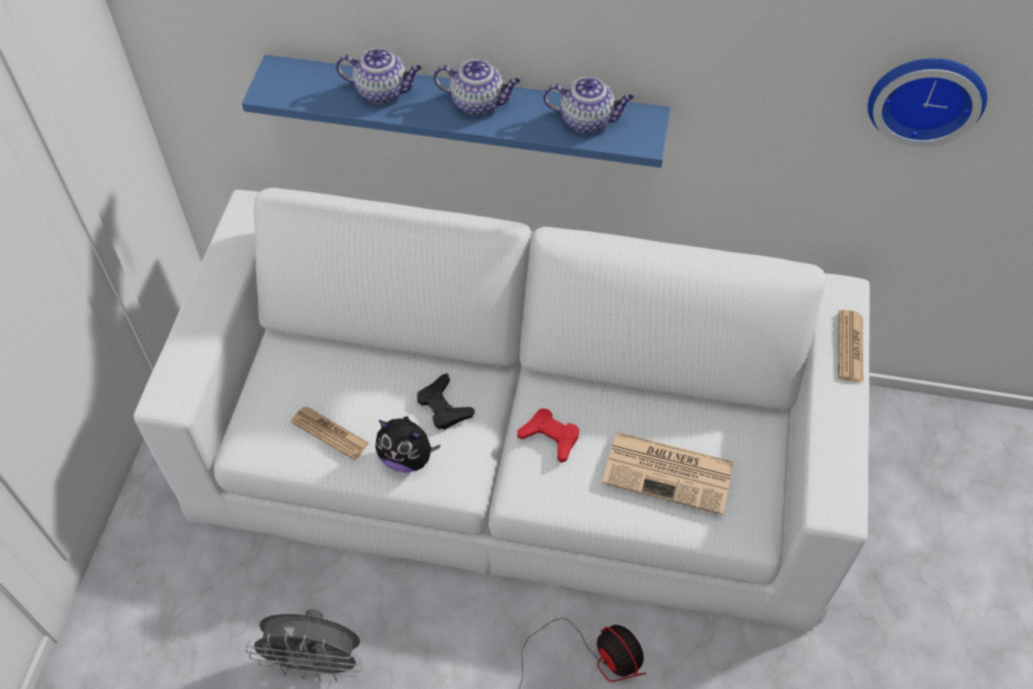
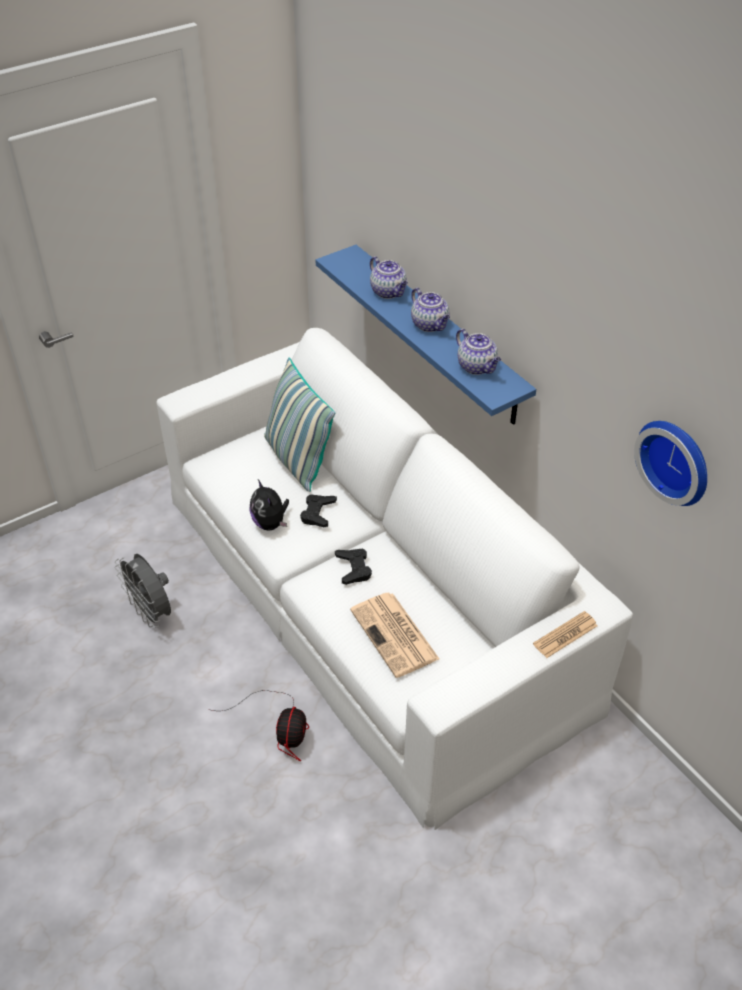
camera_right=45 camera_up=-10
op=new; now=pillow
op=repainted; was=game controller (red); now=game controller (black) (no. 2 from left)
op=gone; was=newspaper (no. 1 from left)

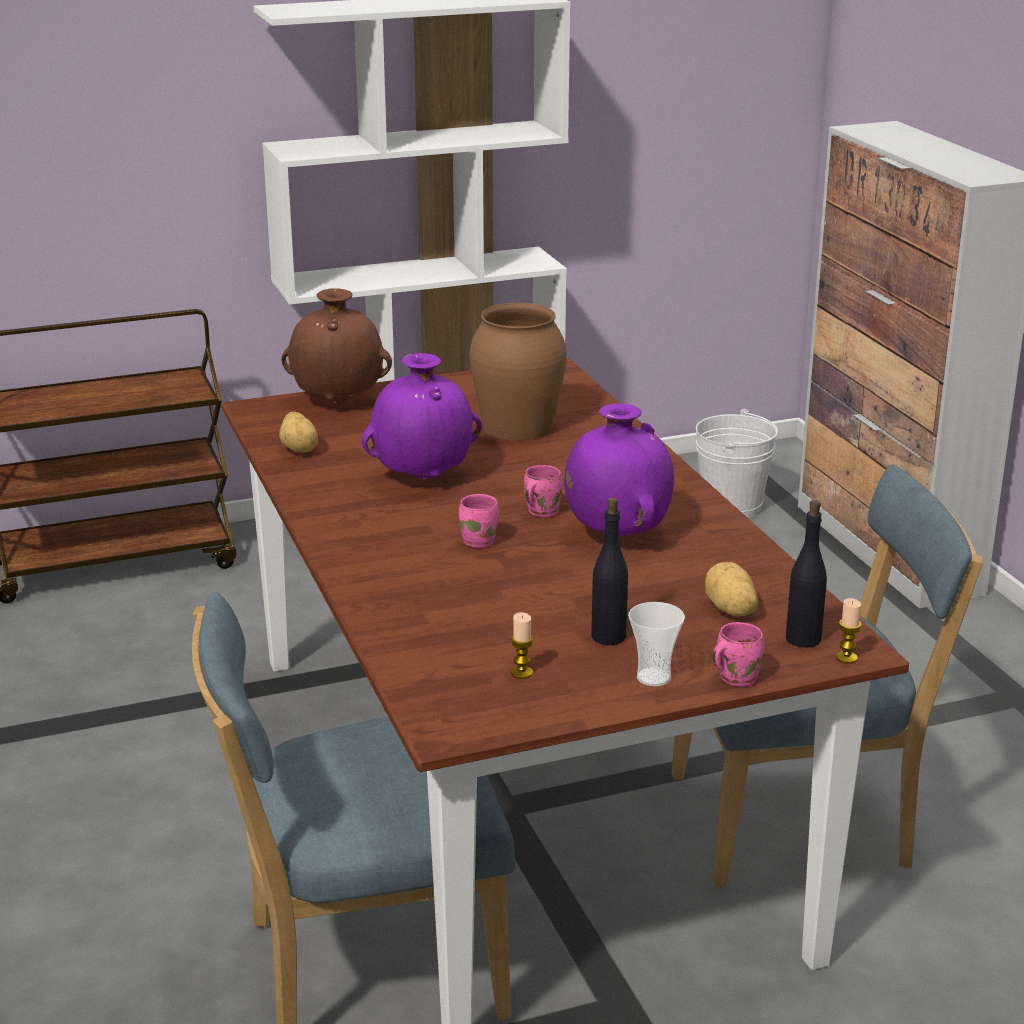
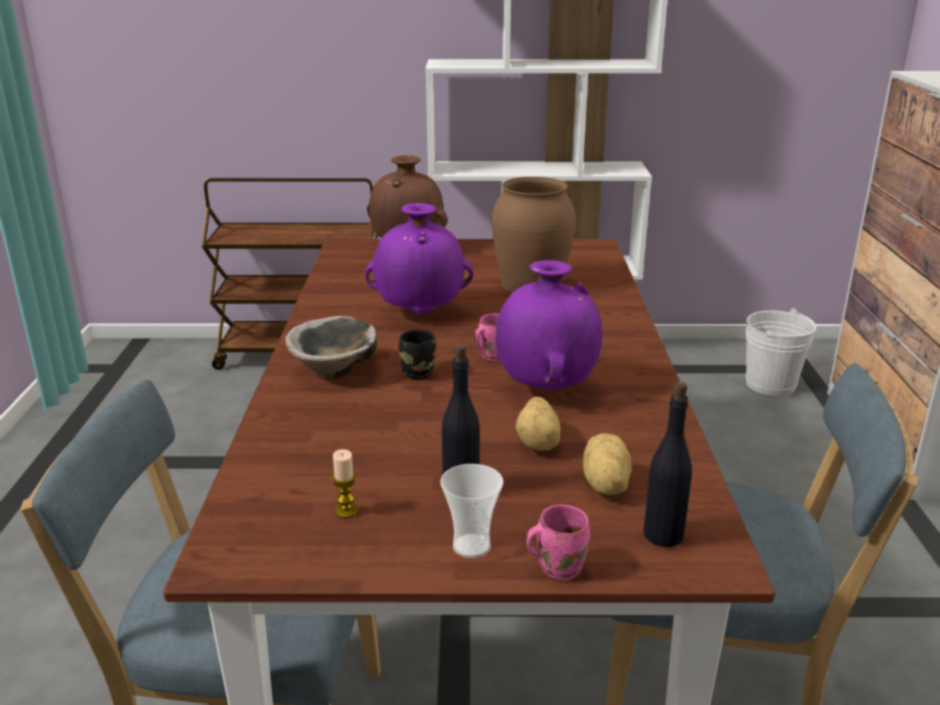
camera_right=20 camera_up=0
op=new; now=bowl
op=repainted; was=mug (pink) (no. 1 from left); now=mug (black)
op=shifted; was=potato (no. 1 from left)
op=gone; was=candle (no. 2 from left)

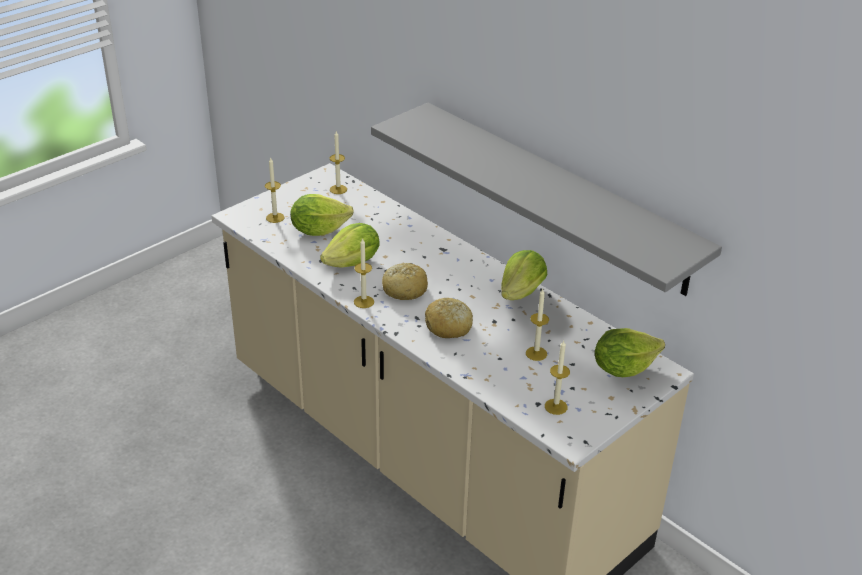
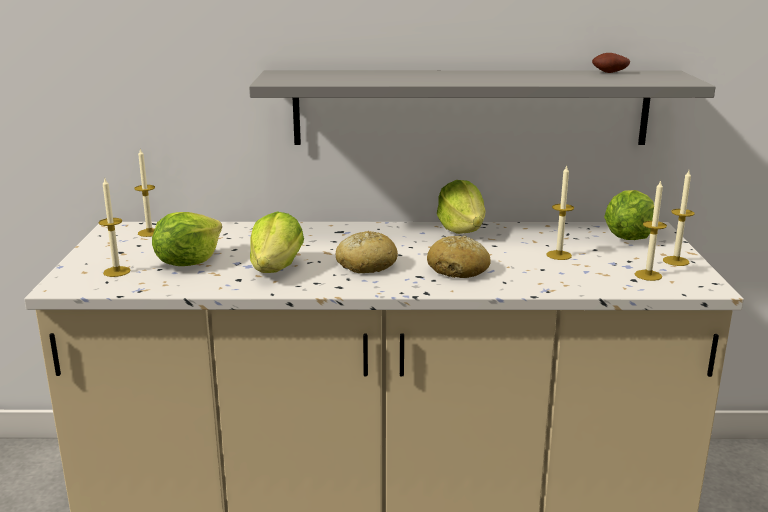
camera_right=-45 camera_up=-15
op=new; now=potato
op=shifted; was=candle (no. 3 from left in the first image); now=candle (no. 5 from left)

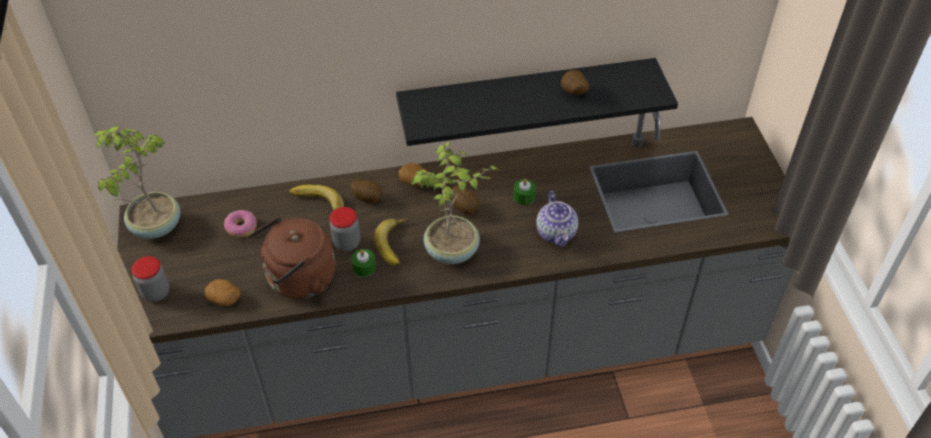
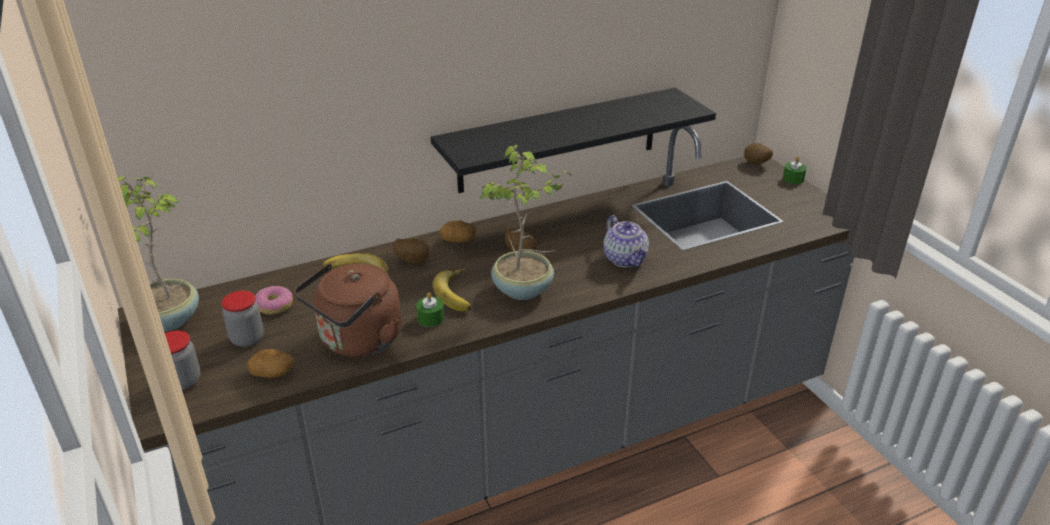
camera_right=-15 camera_up=-15
op=shifted; was=jar (no. 2 from left)
op=shifted; was=potato (no. 5 from left)
op=shifted; was=candle (green) (no. 2 from left)

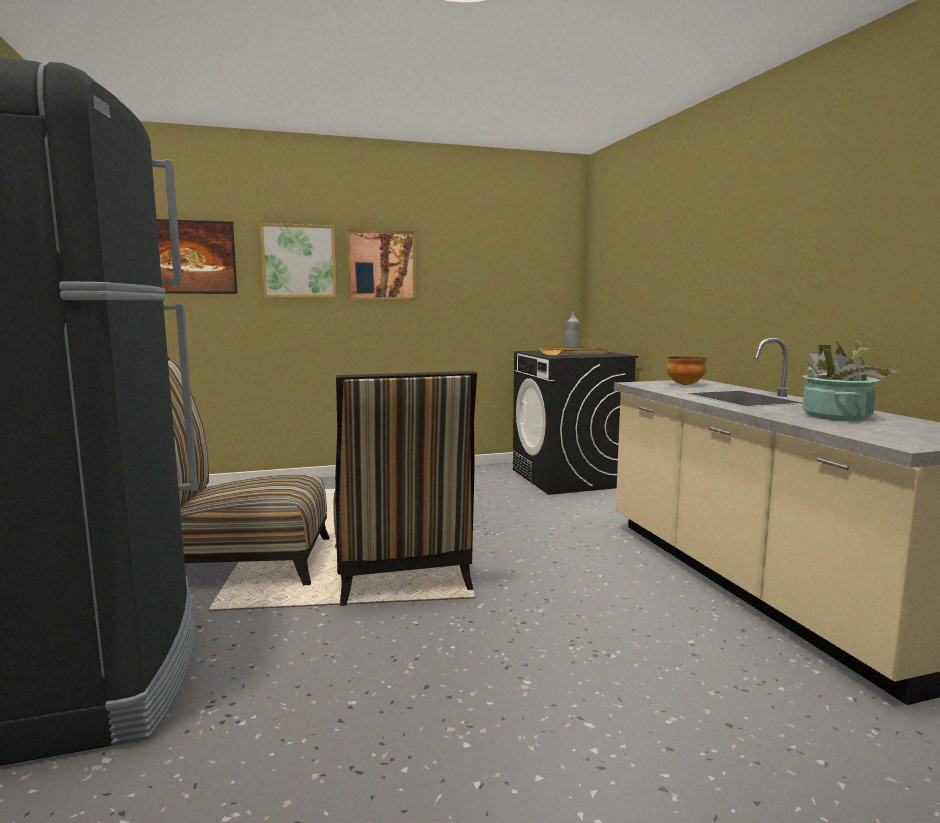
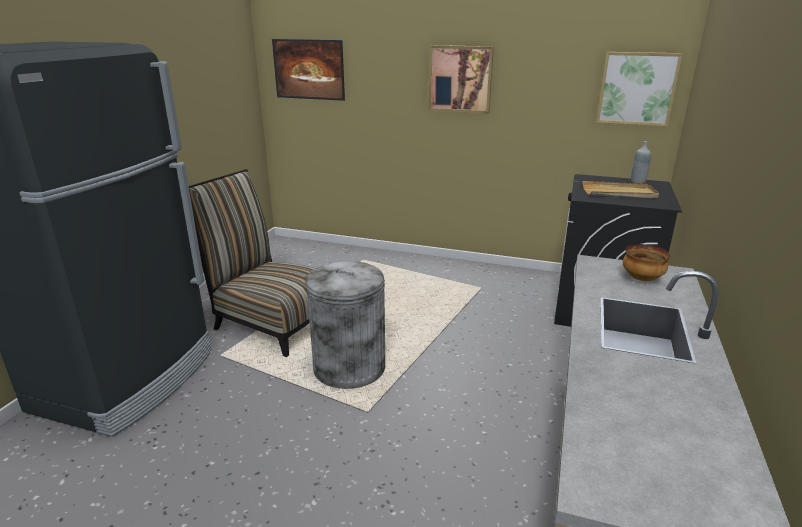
camera_right=35 camera_up=15
op=swapped; was=chair (no. 2 from left); now=trash can (grey)
op=shifted; was=picture (no. 2 from left in the first image); now=picture (no. 3 from left)
op=gone; was=potted plant

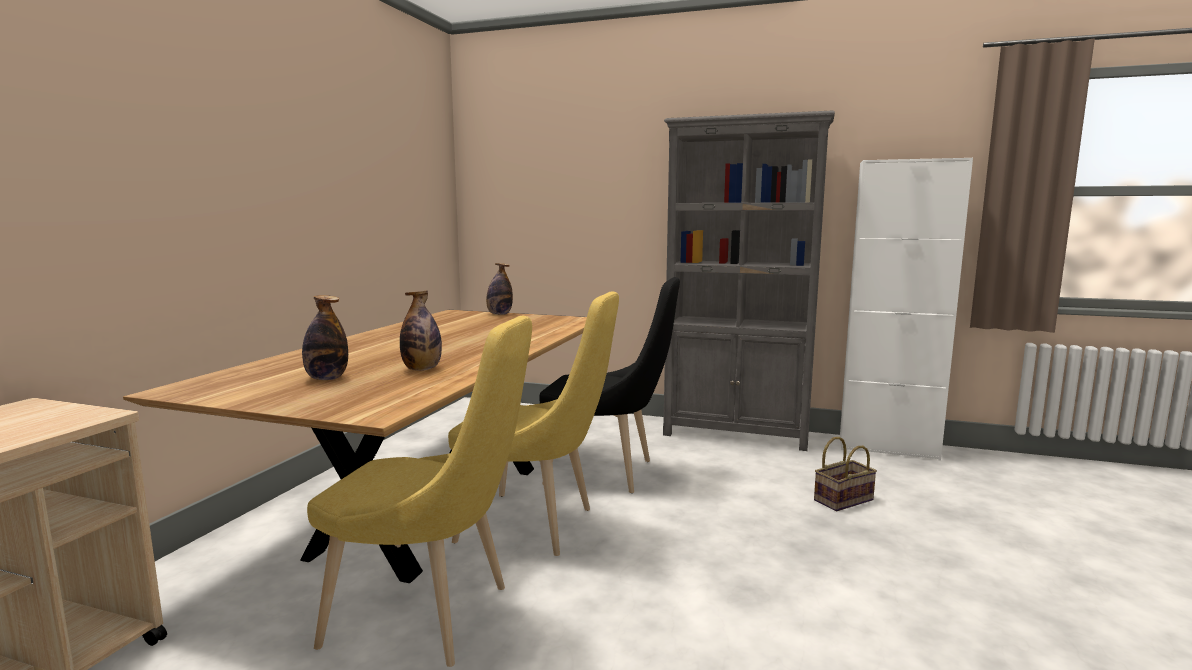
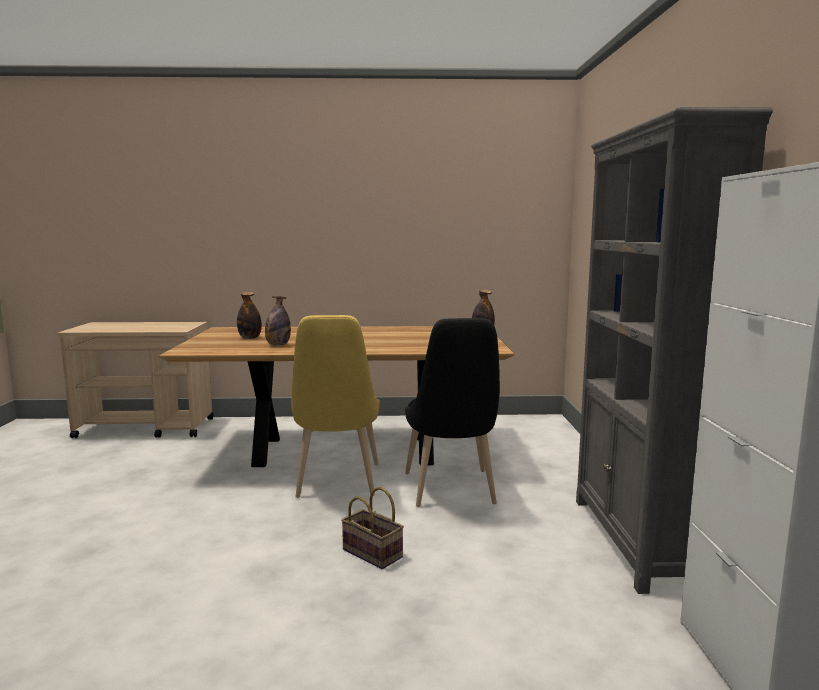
camera_right=70 camera_up=0
op=shifted; was=basket
op=gone; was=chair (yellow) (no. 1 from left)

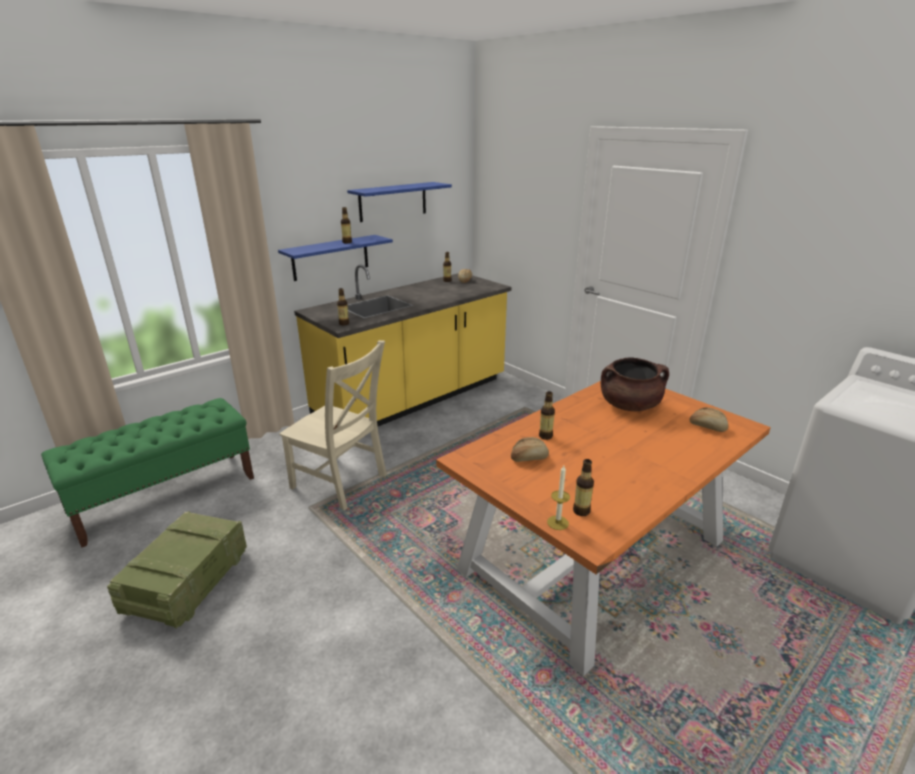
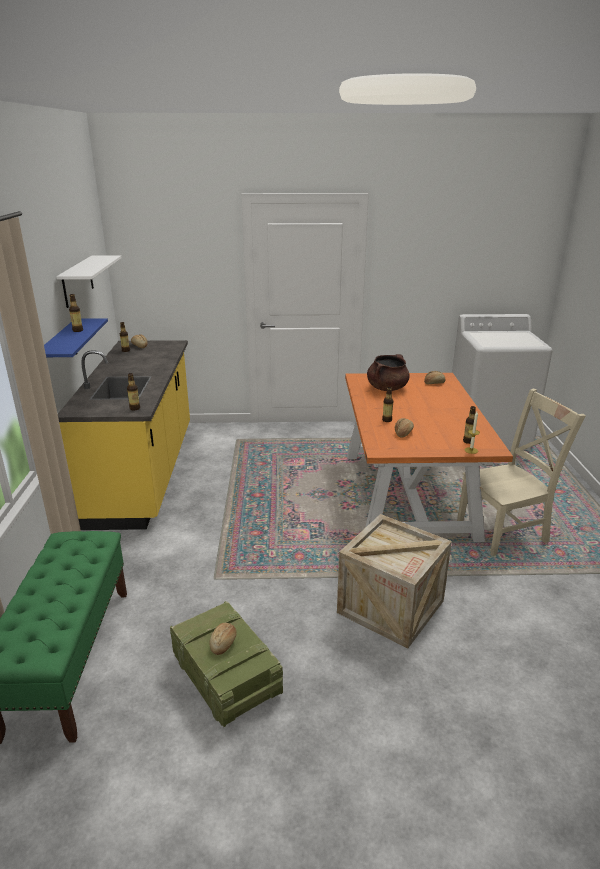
camera_right=-50 camera_up=0
op=repainted; was=shelf (blue) (no. 2 from left); now=shelf (white)
op=new; now=bread (no. 2 from left)
op=new; now=crate (no. 2 from left)
op=shifted; was=chair (beige)

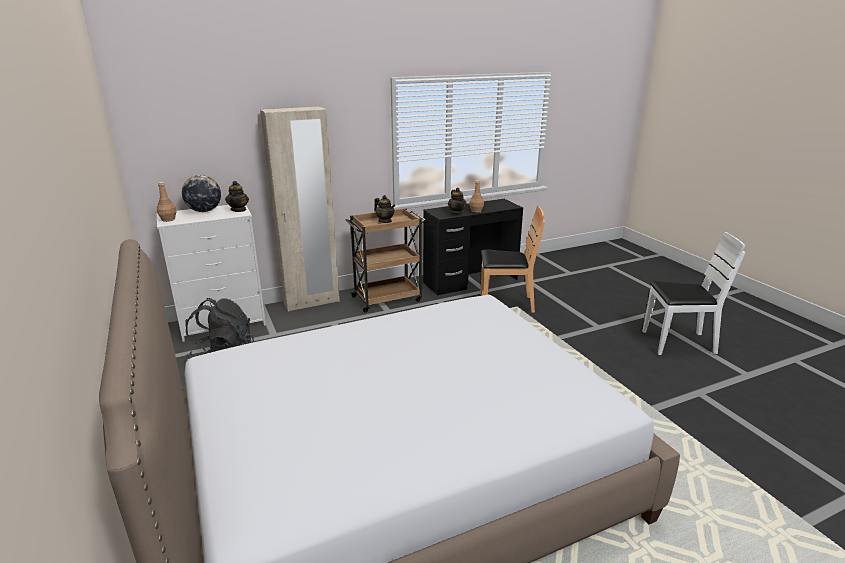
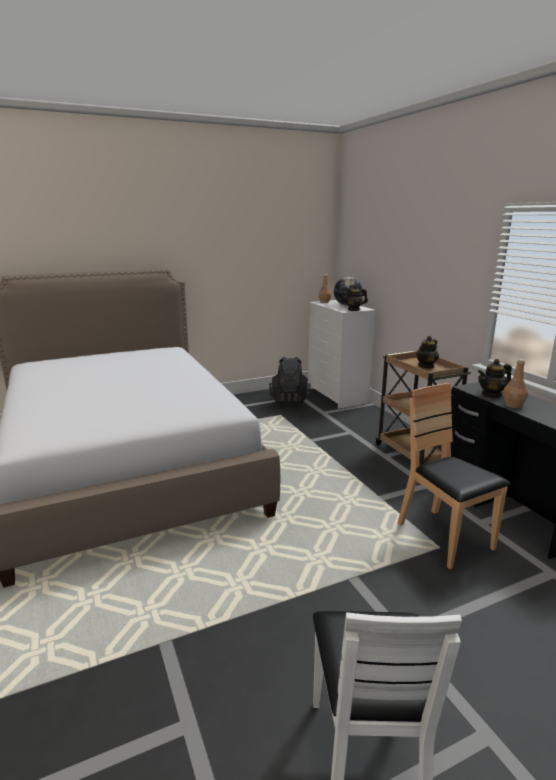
camera_right=90 camera_up=-5
op=rotated; was=chair (brown); clockwise=150
op=gone; was=wardrobe (beige)

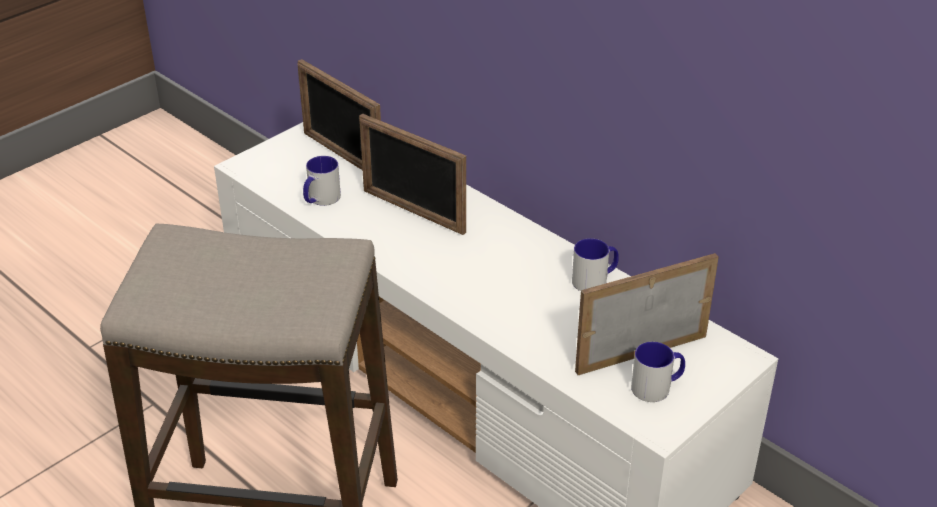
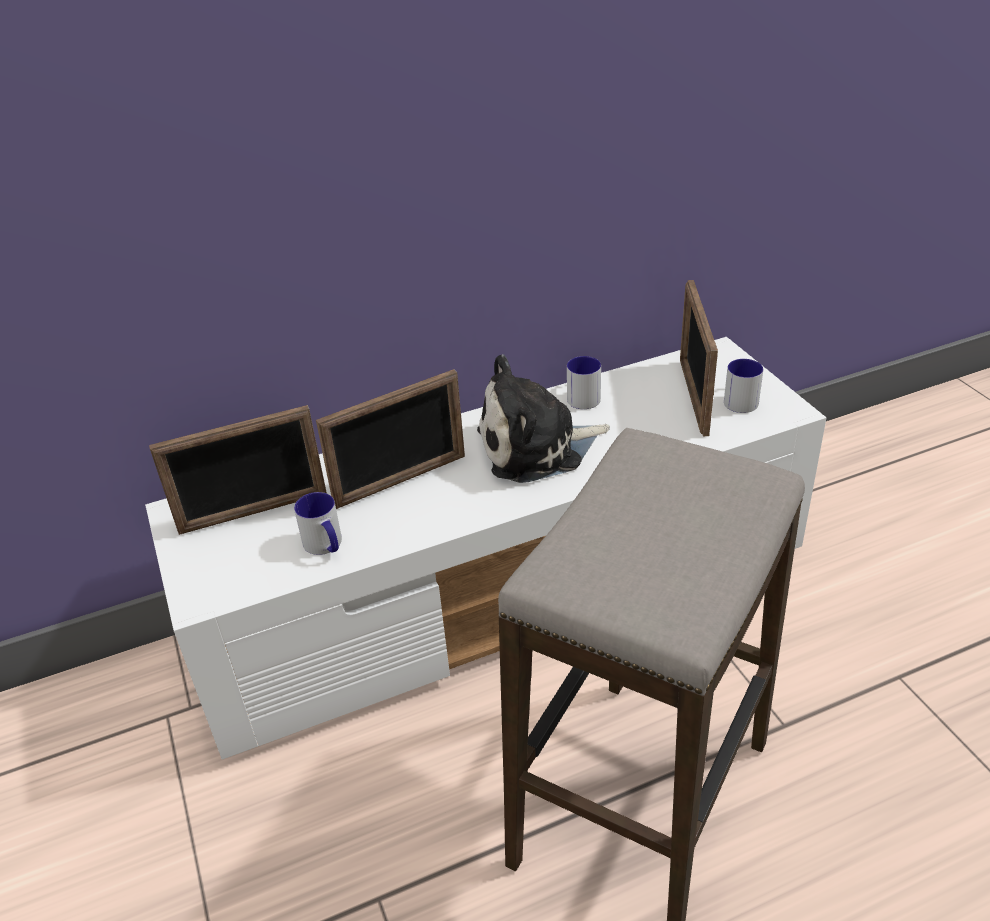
camera_right=-65 camera_up=0
op=new; now=plush toy

